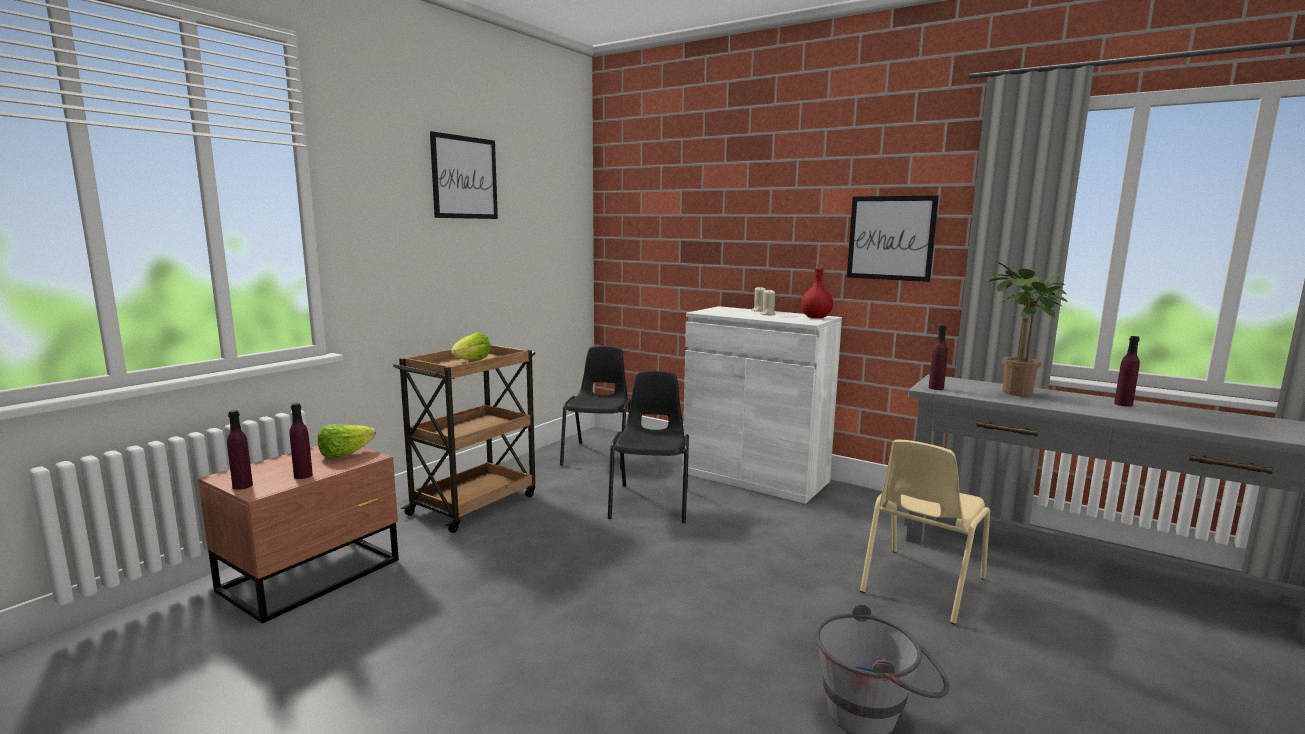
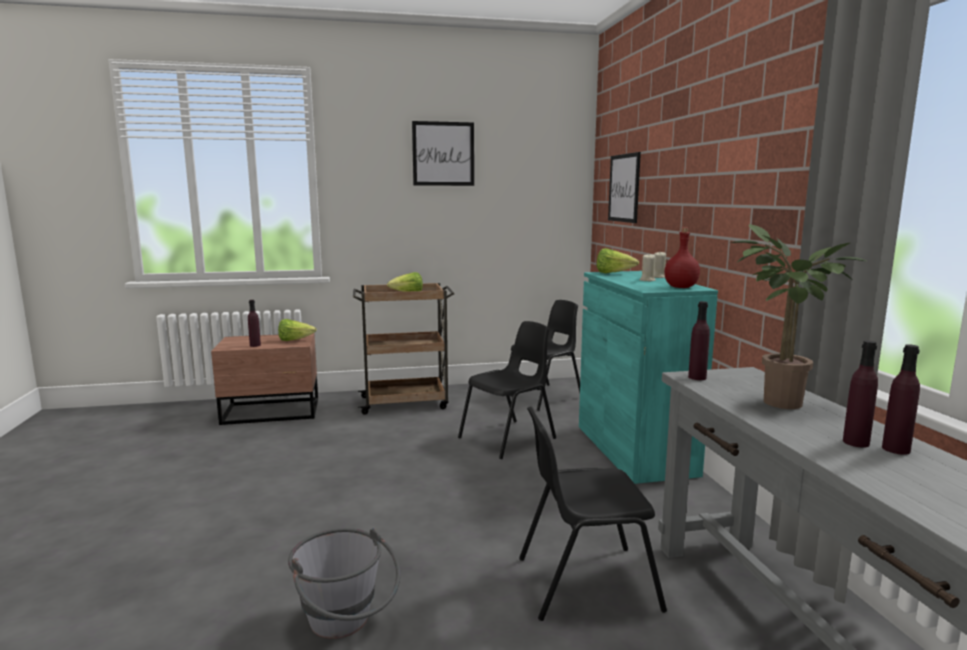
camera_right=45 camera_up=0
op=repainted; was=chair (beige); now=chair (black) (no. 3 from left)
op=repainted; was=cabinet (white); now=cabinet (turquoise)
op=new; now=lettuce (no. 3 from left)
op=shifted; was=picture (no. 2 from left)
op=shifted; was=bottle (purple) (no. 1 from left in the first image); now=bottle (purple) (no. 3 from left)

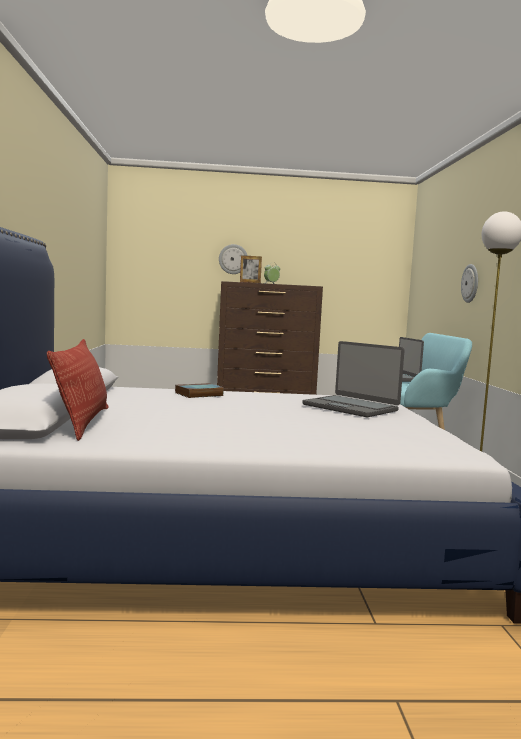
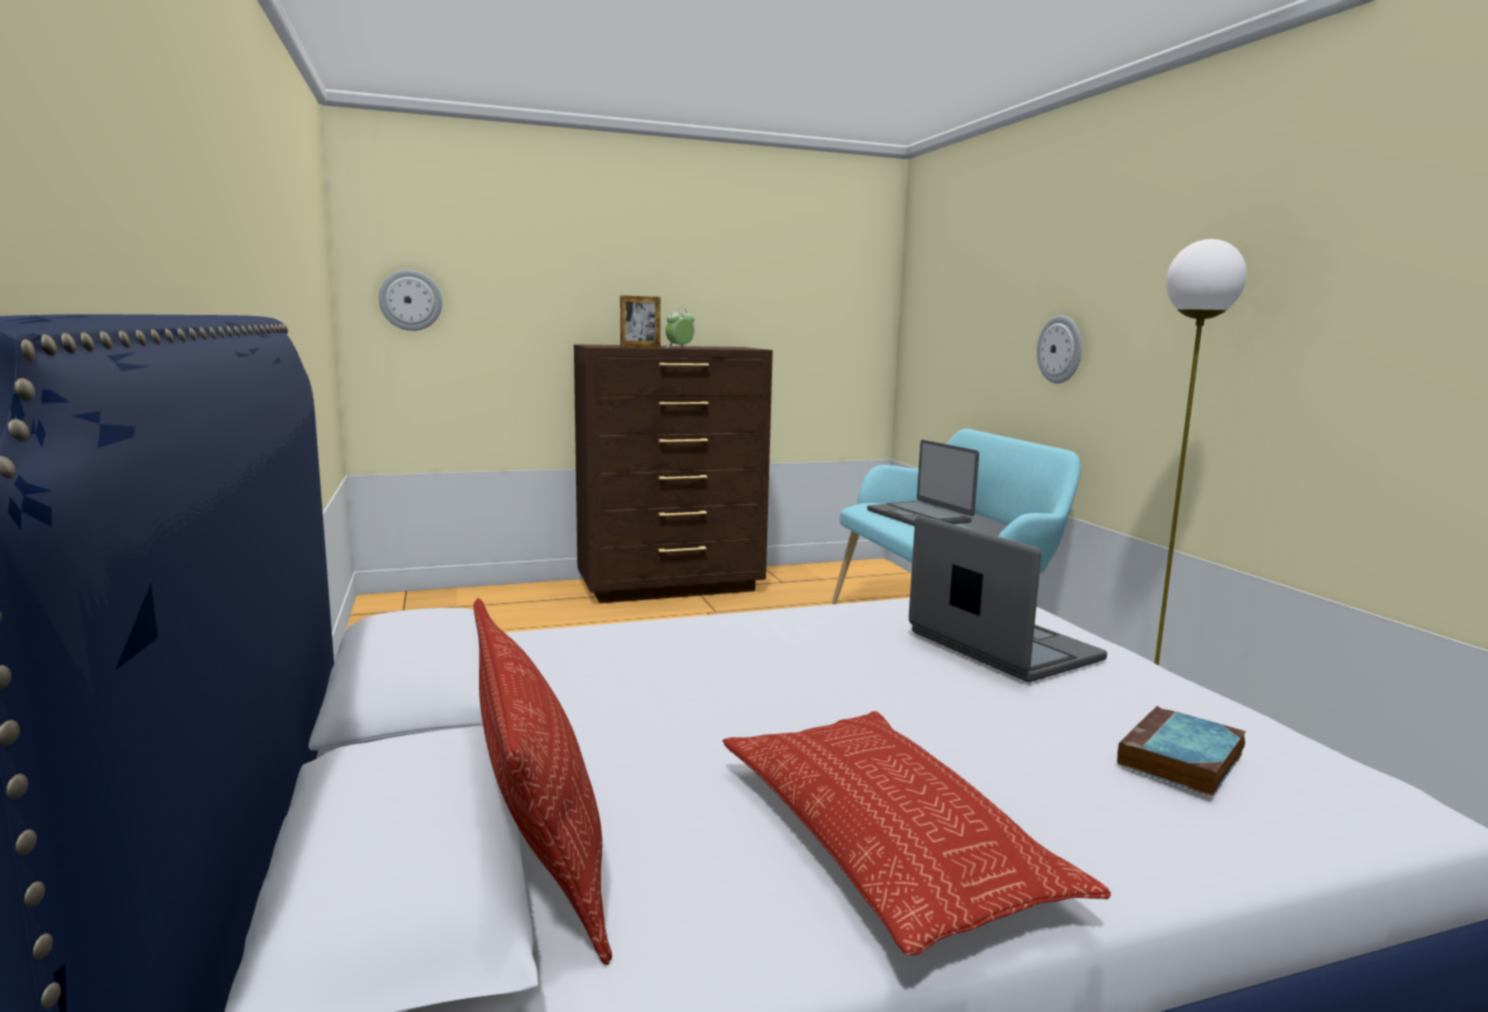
camera_right=-15 camera_up=5
op=shifted; was=wall clock (no. 1 from left)
op=new; now=pillow (no. 2 from left)
op=rotated; was=laptop (no. 1 from left in the first image); clockwise=-150
op=shifted; was=book

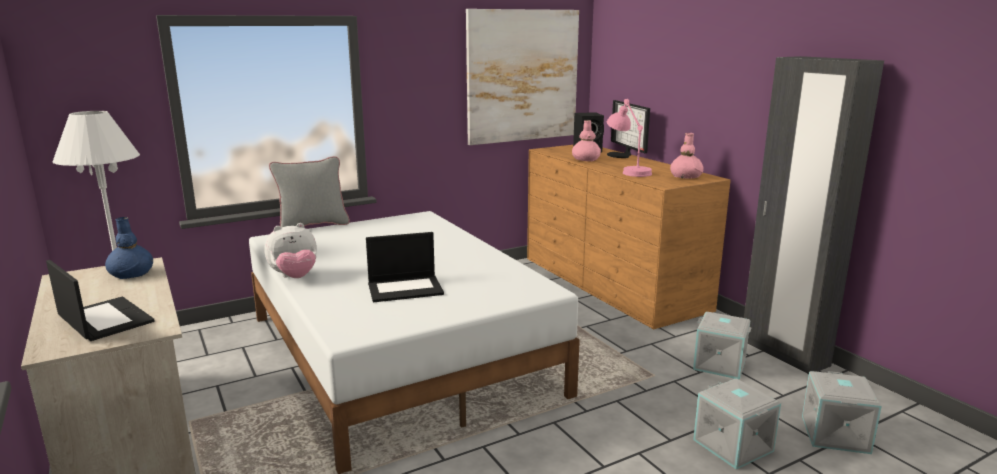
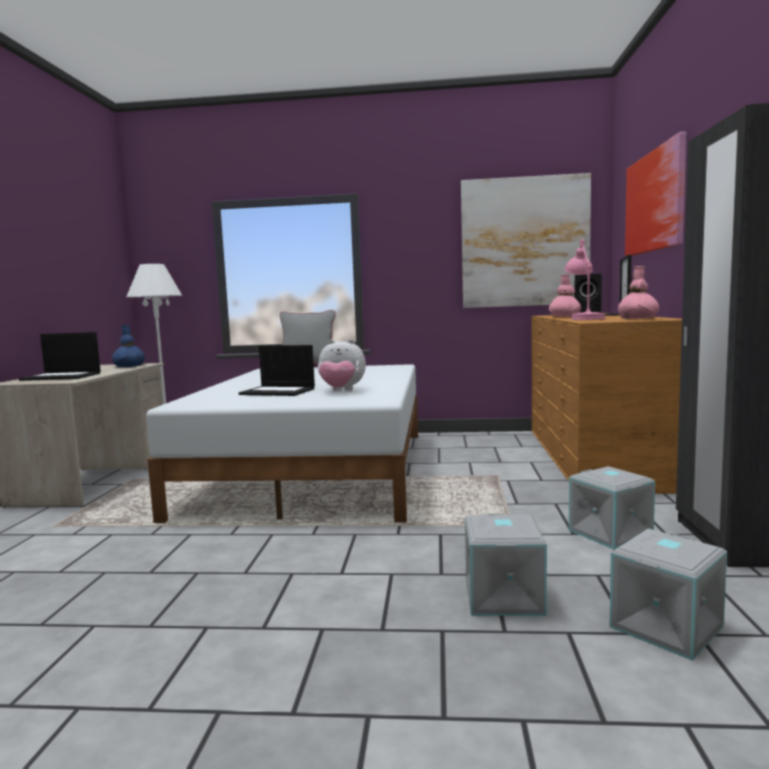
camera_right=35 camera_up=-10
op=rotated; was=laptop (no. 1 from left); clockwise=105
op=shifted; was=plush toy
op=new; now=picture (no. 2 from left)

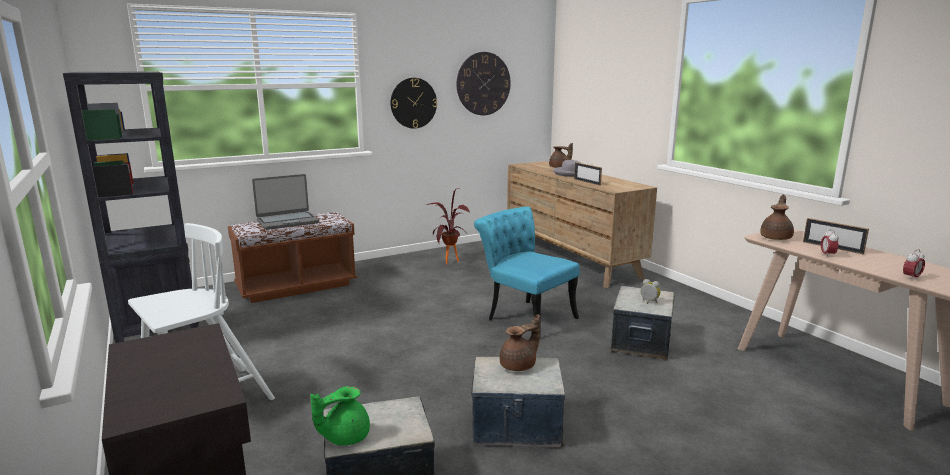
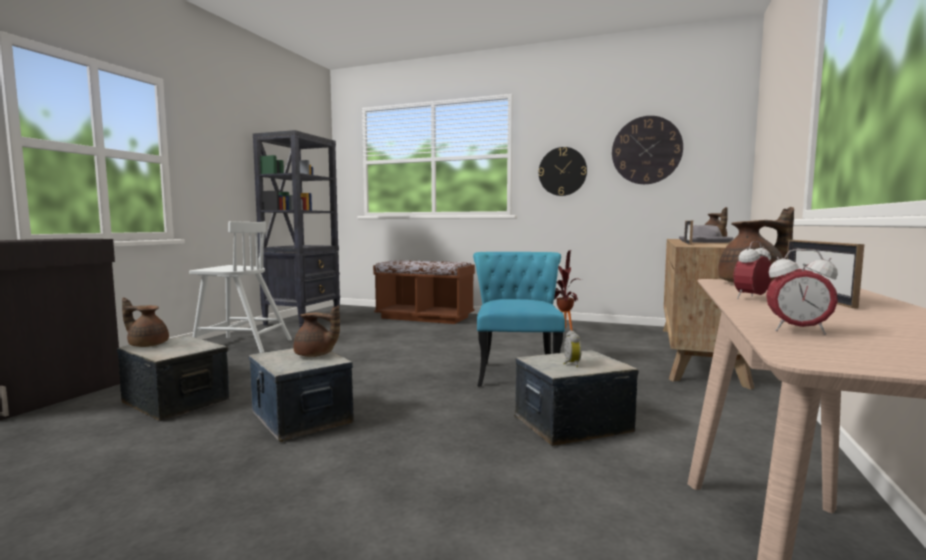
camera_right=50 camera_up=-10
op=repainted; was=teapot (green); now=teapot (brown) (no. 1 from left)
op=gone; was=laptop

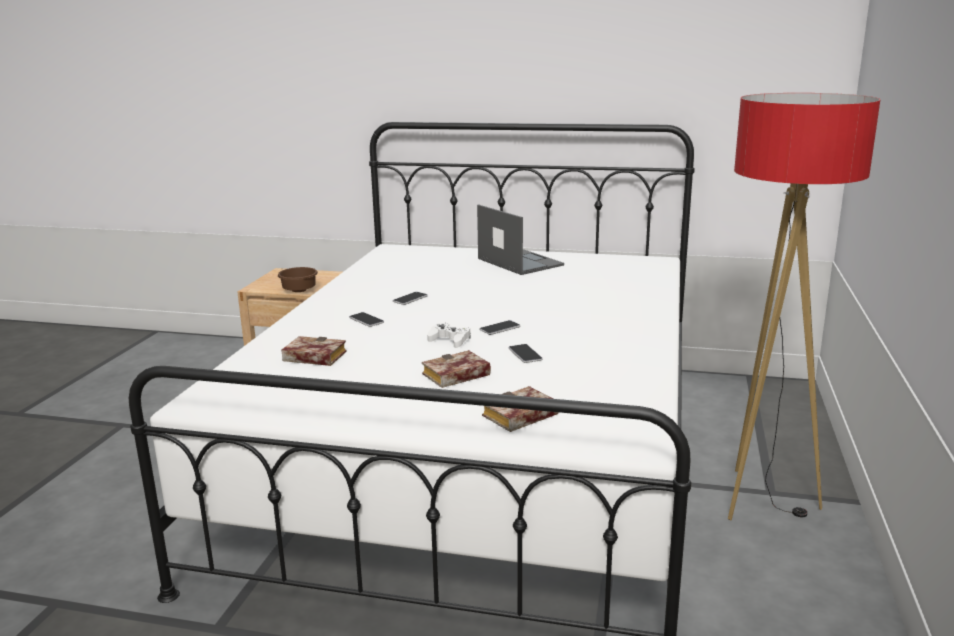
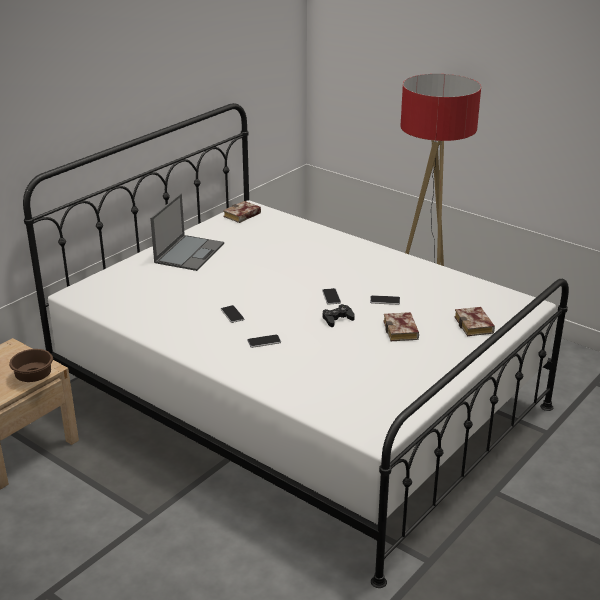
camera_right=-65 camera_up=10
op=rotated; was=laptop; clockwise=120
op=shifted; was=book (no. 1 from left)
op=repainted; was=game controller (white); now=game controller (black)

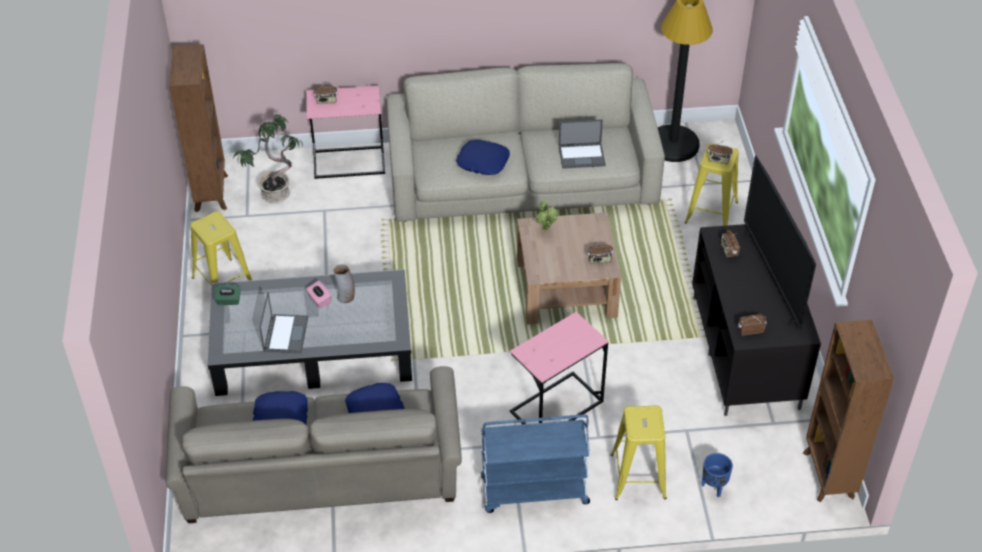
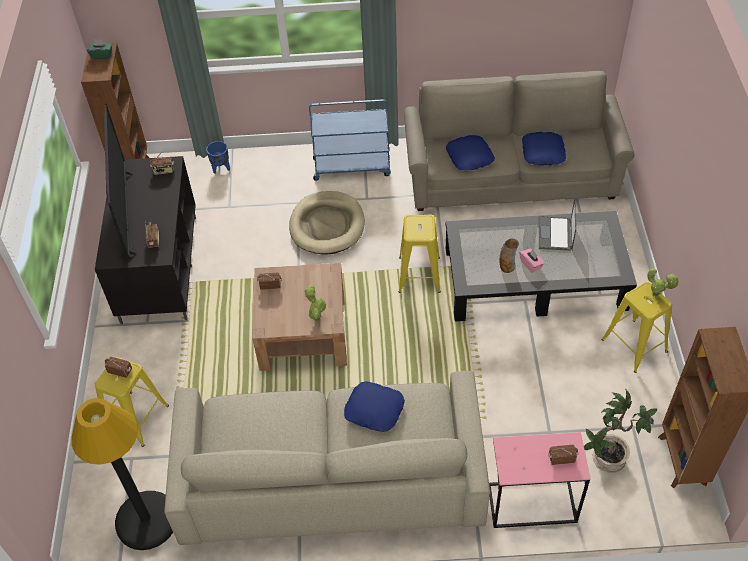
camera_right=-175 camera_up=5
op=shifted; was=tissue box (green)
op=swapped; was=side table (pink) (no. 2 from left); now=dog bed (beige)
op=shifted; was=stool (yellow) (no. 2 from left)
op=new; now=potted plant (no. 3 from left)
op=gone; was=laptop (no. 2 from left)

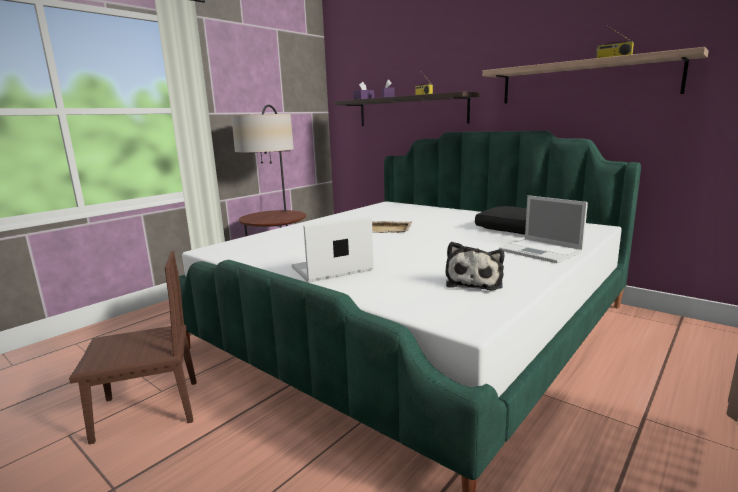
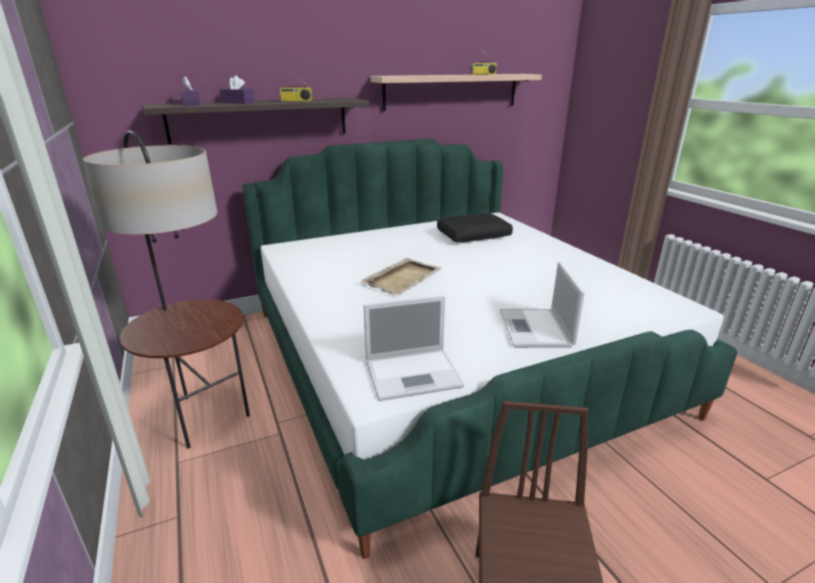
camera_right=-65 camera_up=10
op=shifted; was=laptop (no. 2 from left in the first image); now=laptop (no. 1 from left)
op=gone; was=plush toy

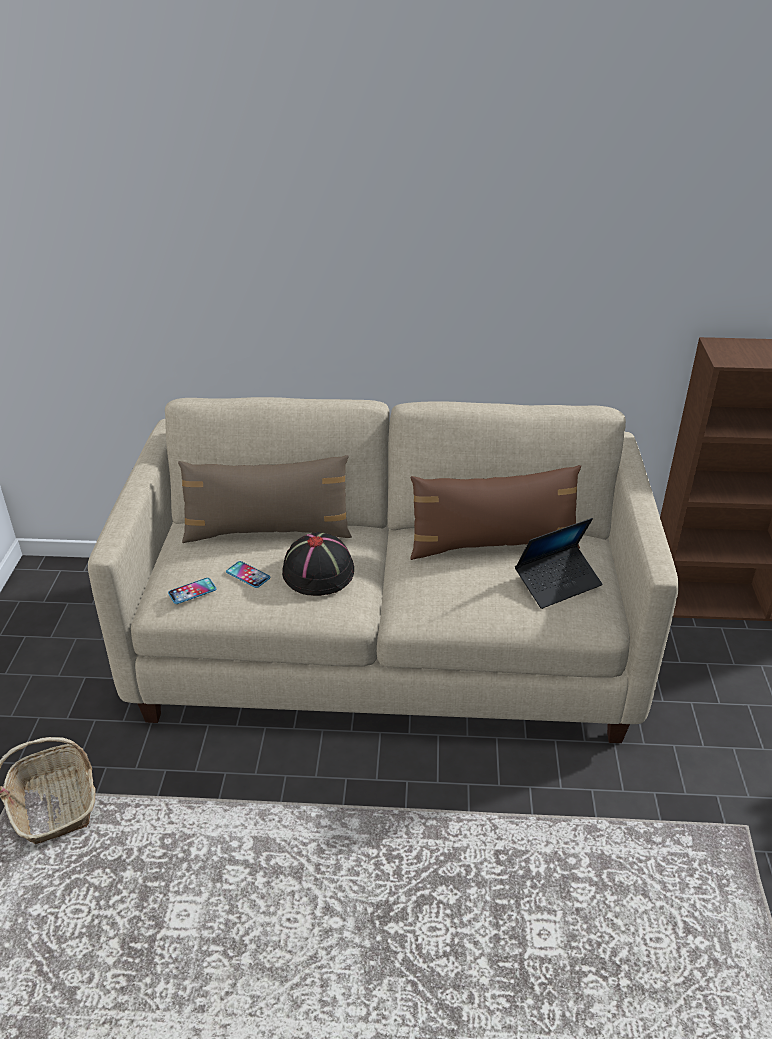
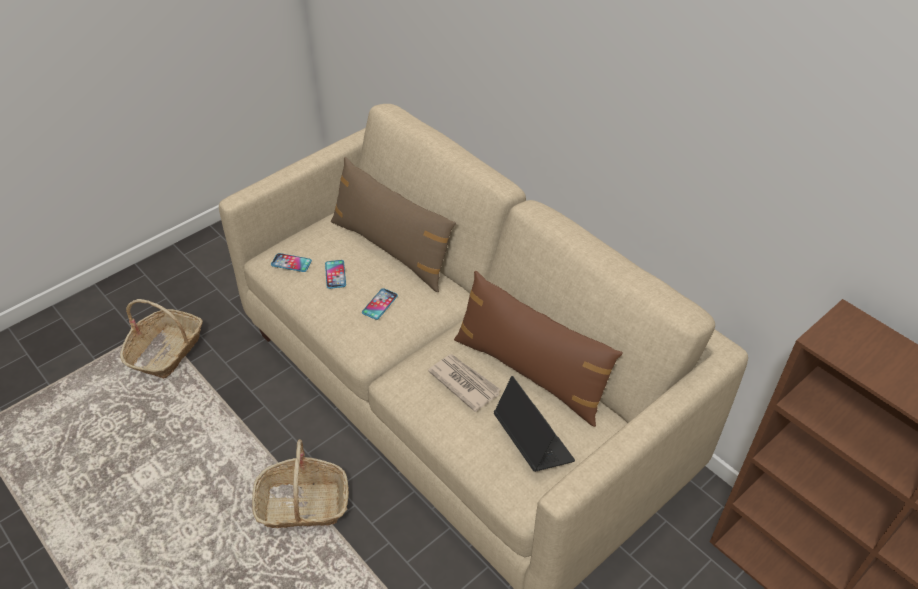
camera_right=45 camera_up=10
op=new; now=basket (no. 2 from left)
op=swapped; was=hat (black); now=phone (no. 3 from left)
op=new; now=newspaper
op=rotated; was=laptop; clockwise=-135

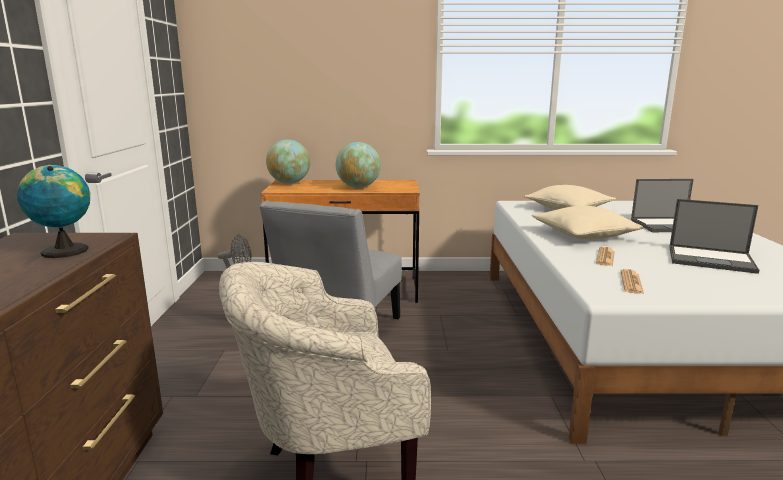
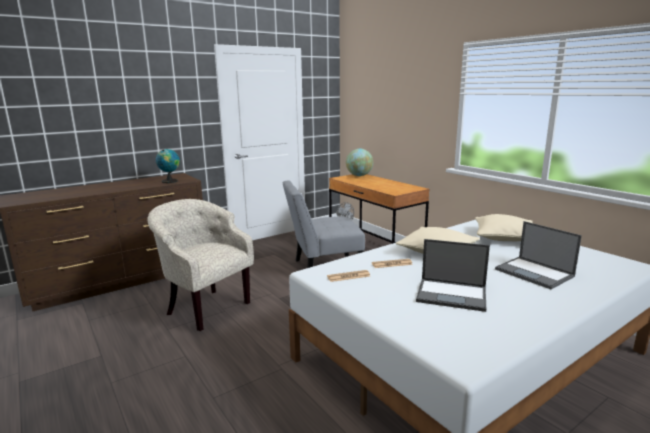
camera_right=55 camera_up=0
op=rotated; was=laptop (no. 2 from left in the first image); clockwise=-60
op=gone; was=globe (no. 3 from left)

